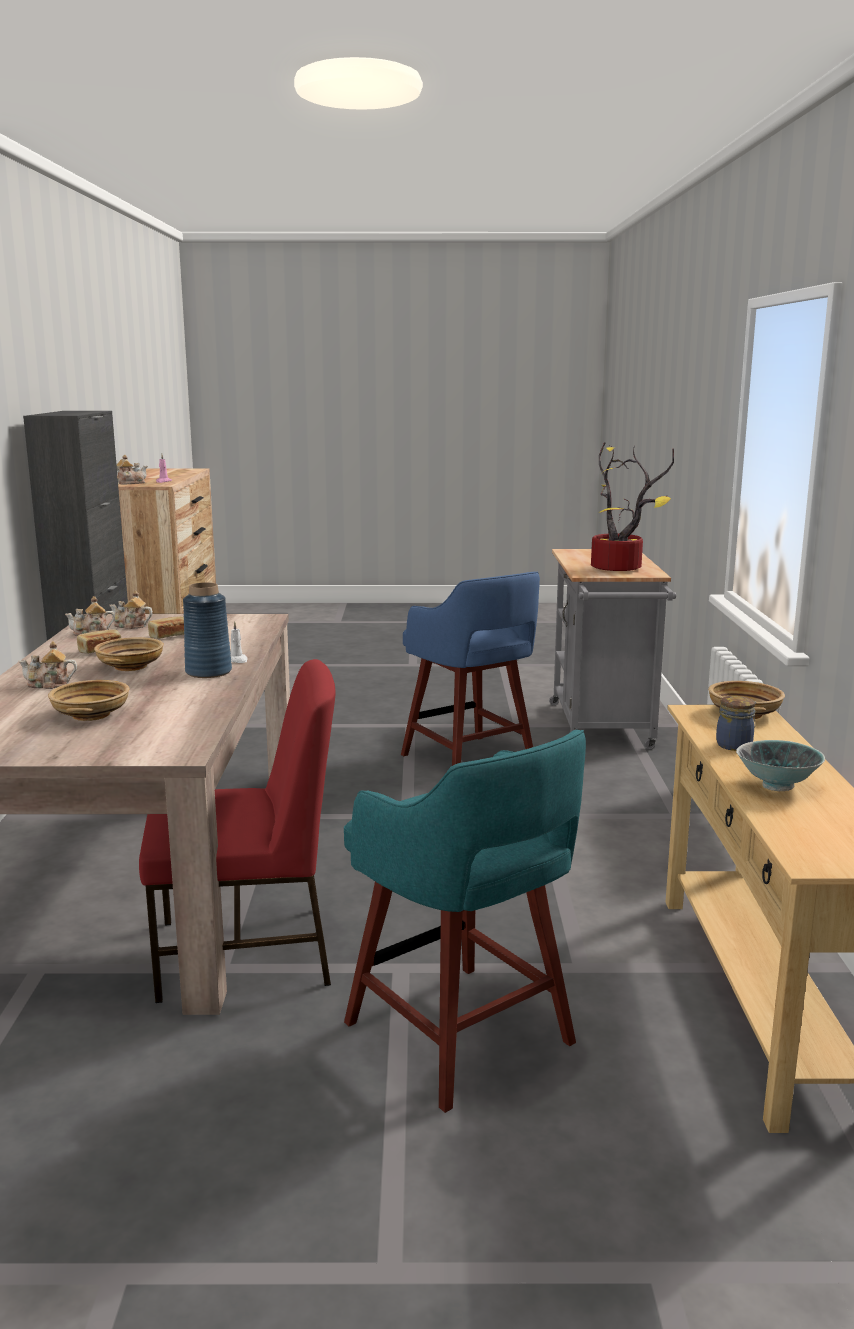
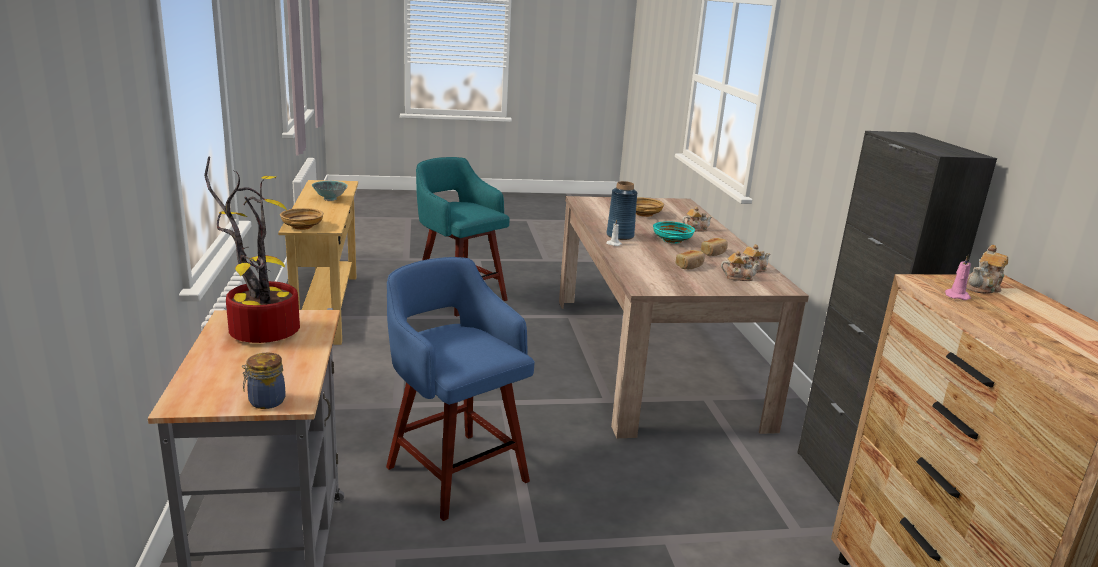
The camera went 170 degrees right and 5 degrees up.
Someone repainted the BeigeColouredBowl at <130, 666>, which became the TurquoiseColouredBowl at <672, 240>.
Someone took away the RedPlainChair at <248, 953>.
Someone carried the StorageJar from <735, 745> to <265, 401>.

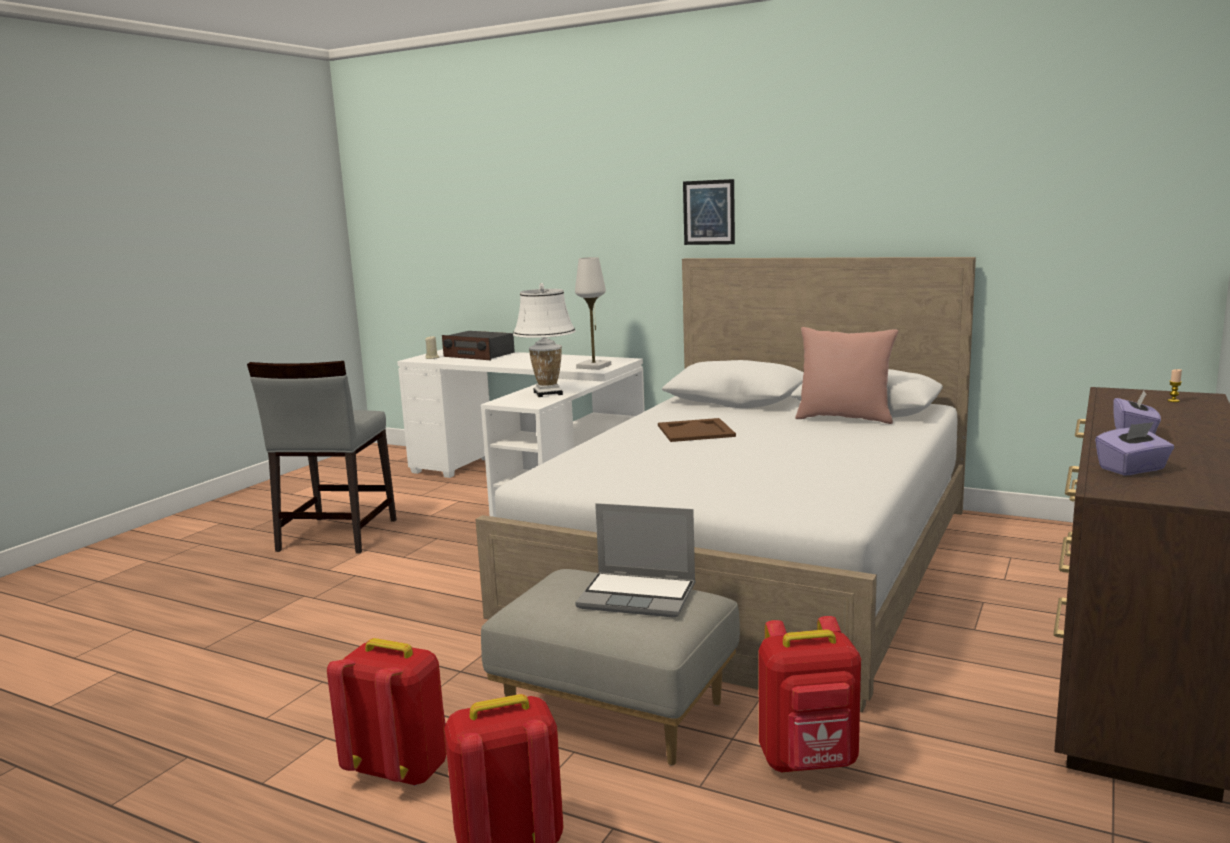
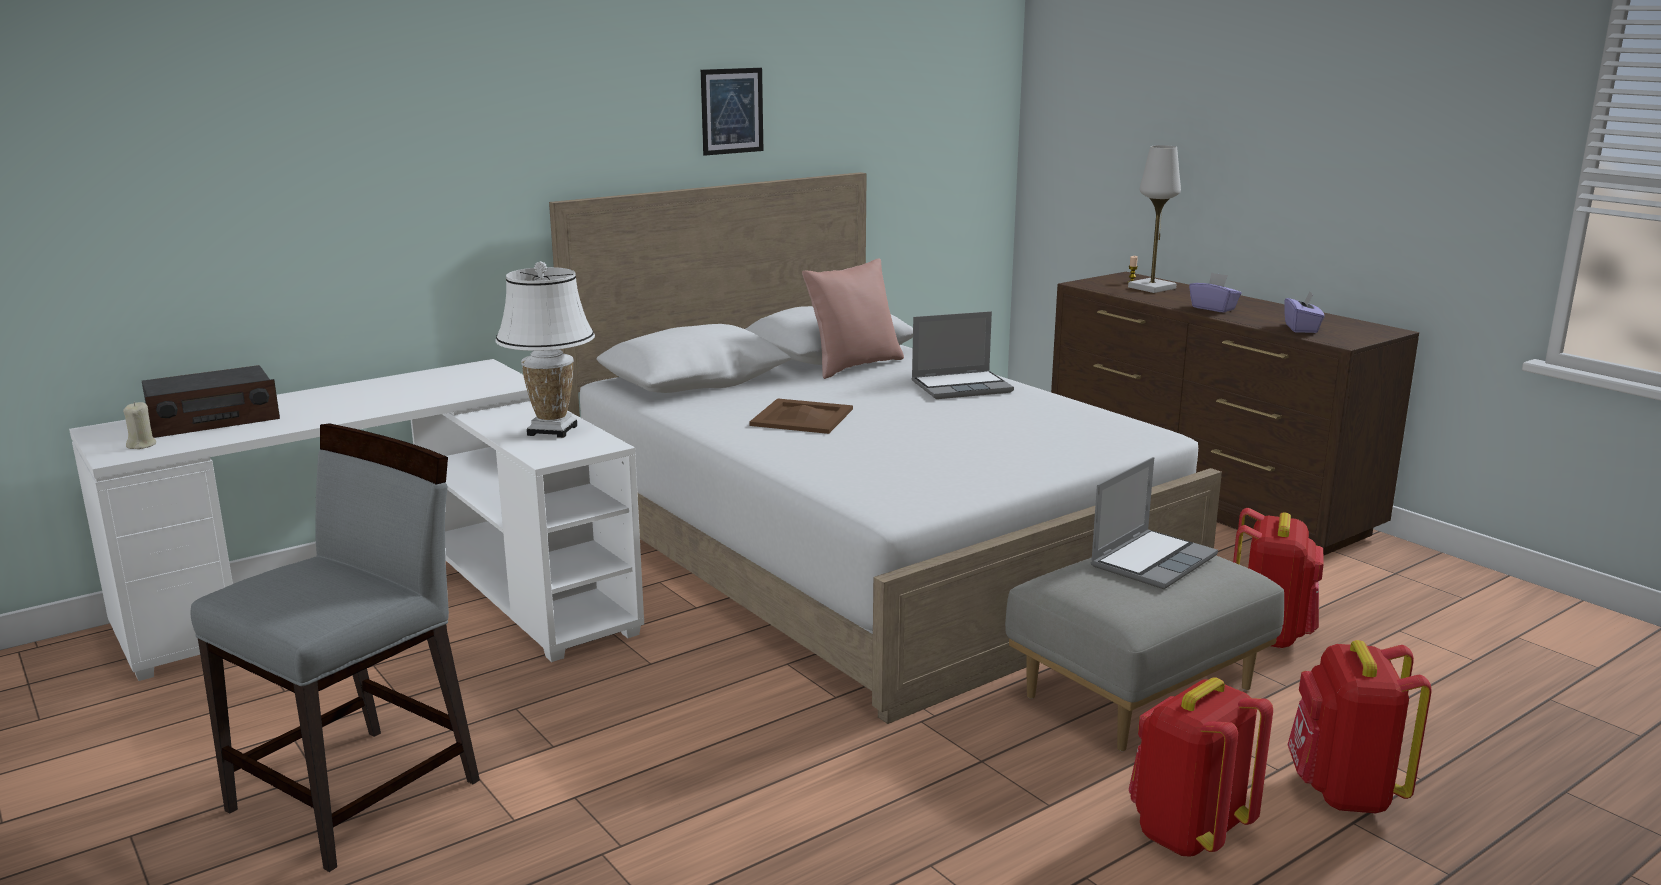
The camera went 65 degrees left and 5 degrees up.
Someone carried the WallPicture from <709, 212> to <732, 111>.
Someone carried the WhiteLampForATable from <594, 366> to <1151, 288>.
Someone rotated the GrayPlainChair at <336, 535> by 90 degrees counterclockwise.
Someone put down the Laptop at <962, 387>.

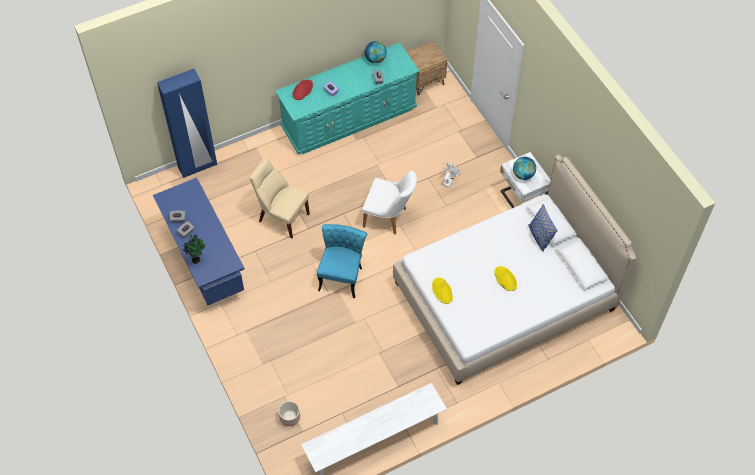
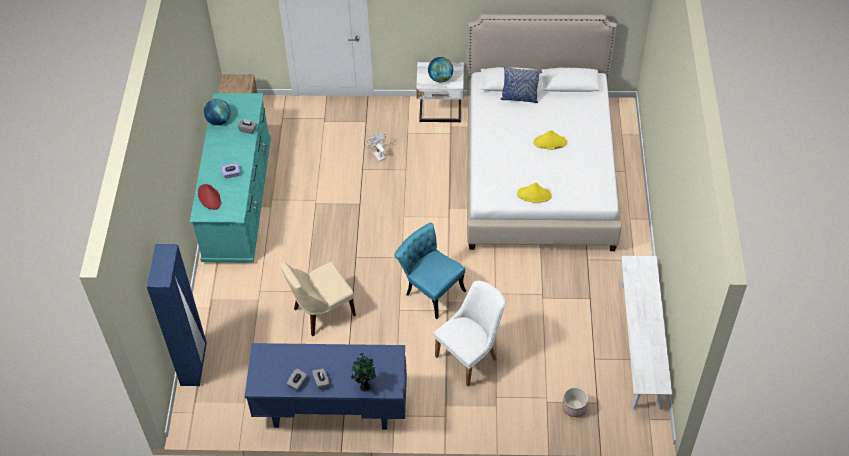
The camera went 60 degrees left and 5 degrees down.
Someone carried the WhitePlainChair from <389, 218> to <471, 355>.

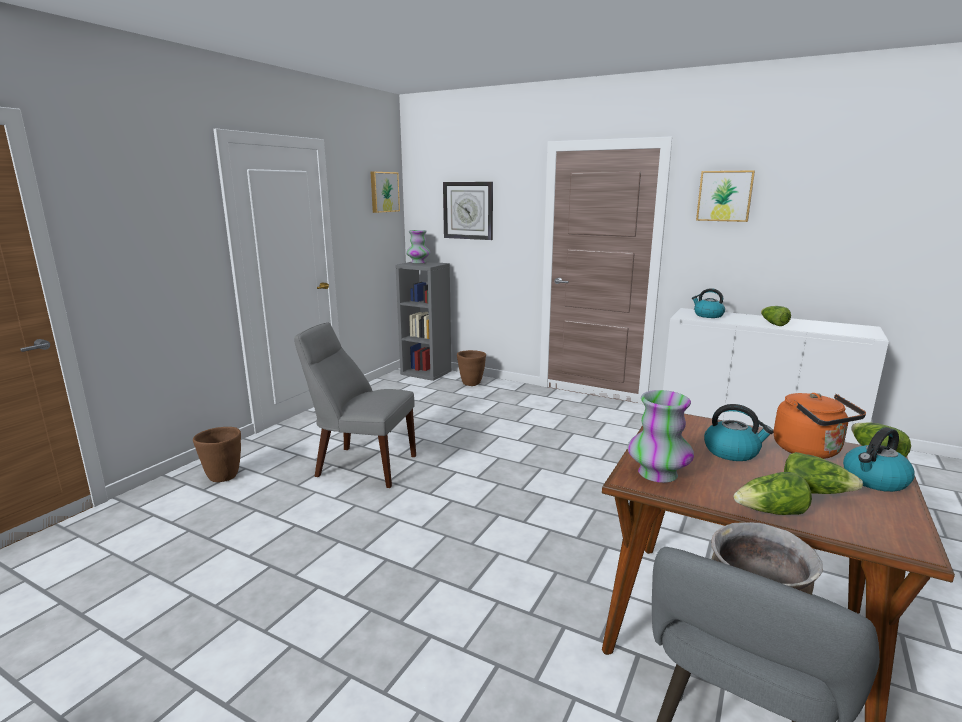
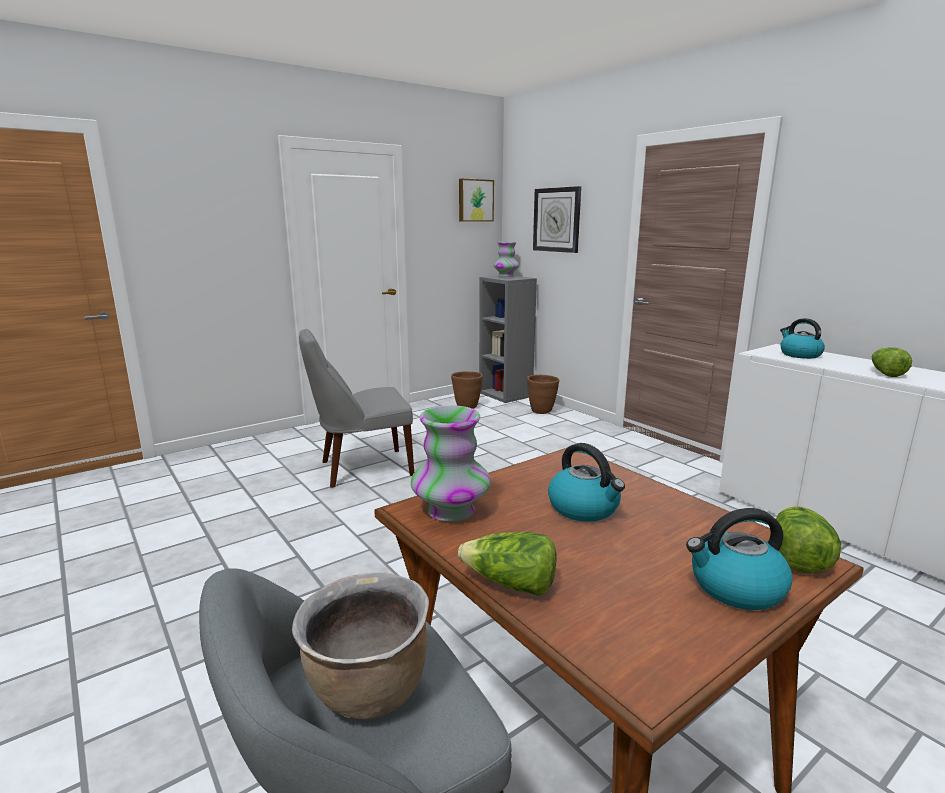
The camera went 25 degrees right and 0 degrees up.
Someone took away the WallPicture at <725, 196>.
Someone rotated the GrayPlainChair at <362, 465> by 60 degrees counterclockwise.
Someone took away the OrangeyTeaKettle at <810, 451>.
Someone carried the BrownPlanter from <223, 476> to <467, 407>.
Someone took away the Lettuce at <814, 492>.

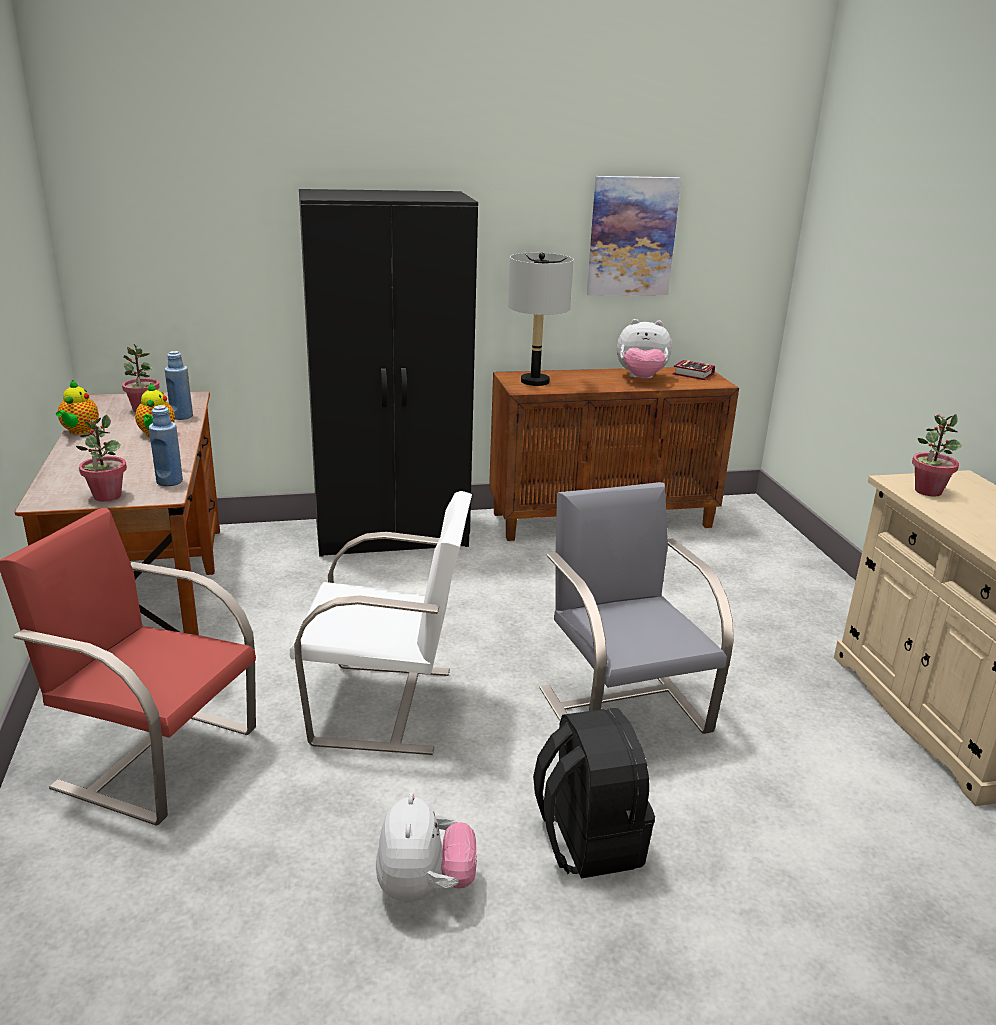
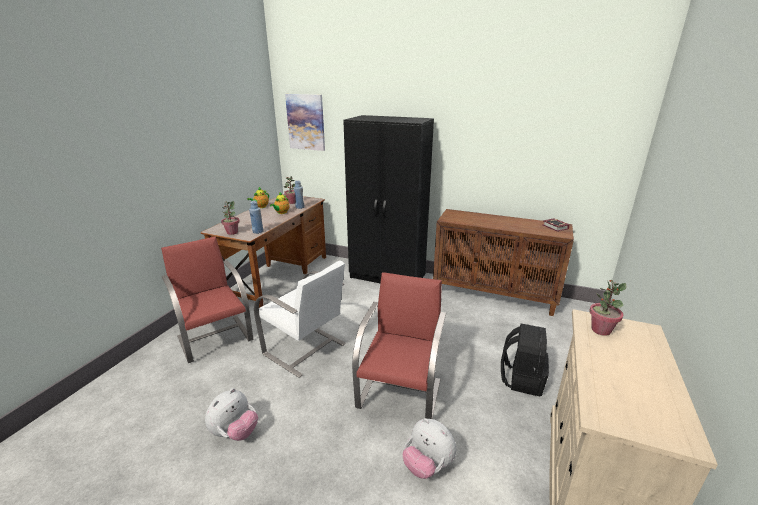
The camera went 35 degrees right and 0 degrees up.
Someone carried the WallPicture from <631, 236> to <306, 122>.
Someone took away the GrayLampForATable at <535, 382>.
Someone carried the SoftToy from <641, 379> to <427, 465>.
Someone repainted the GrayPlainChair at <623, 708>, which became the RedPlainChair at <400, 392>.
Someone carried the BlackishRucksack from <587, 840> to <521, 379>.

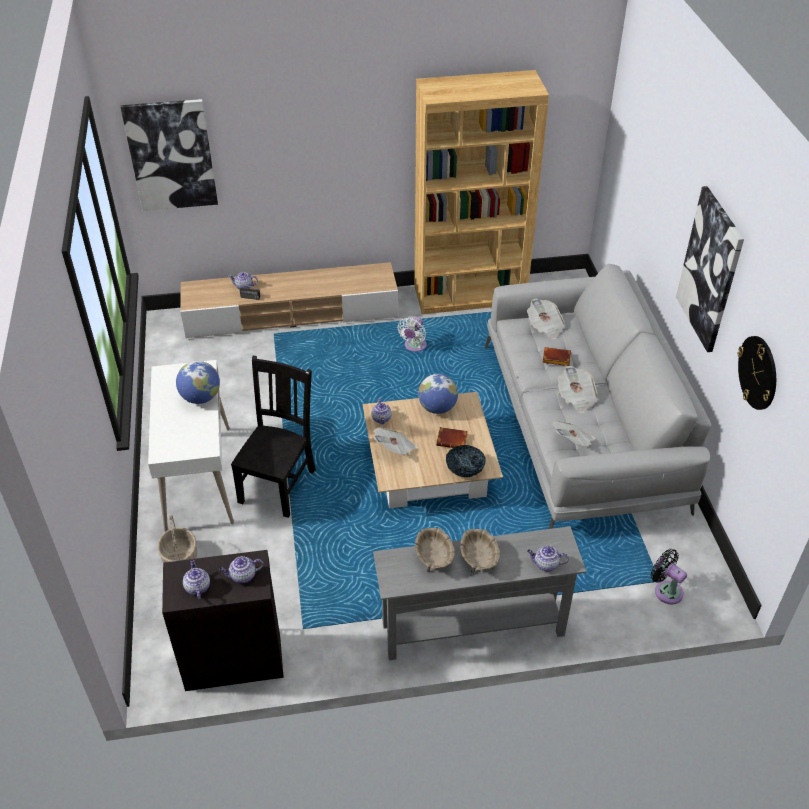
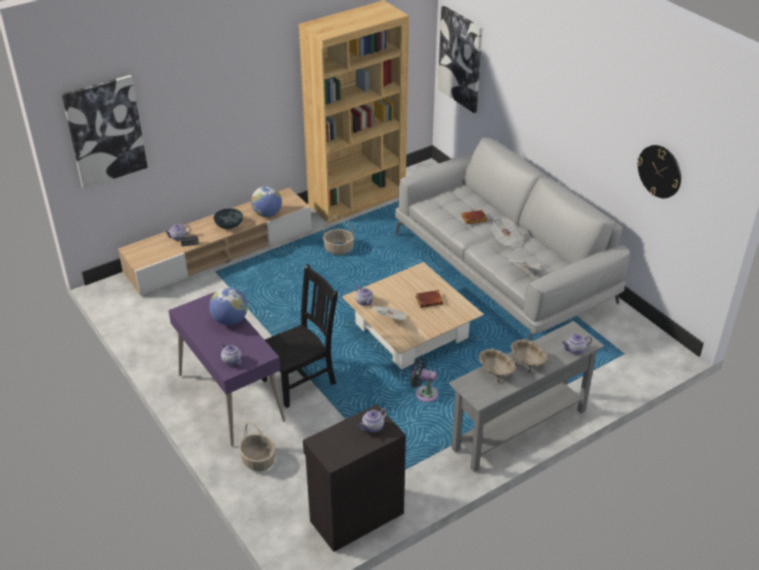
The camera went 25 degrees left and 5 degrees down.
Someone carried the WallPicture from <710, 270> to <460, 59>.
Someone took away the Newspaper at <545, 327>.
Someone swapped the WhiteElectricFan at <414, 346> for the StorageBasket at <339, 249>.
Someone rotated the BlackishPlainChair at <279, 484> by 60 degrees clockwise.
Someone repainted the WhiteDeskTable at <198, 478>, which became the PurpleDeskTable at <230, 398>.
Someone carried the DeskGlobe from <437, 408> to <267, 214>.
Someone carried the Bowl from <465, 468> to <229, 225>.
Someone carried the BlackishElectricFan from <666, 590> to <424, 393>.
Someone carried the TeaPot from <197, 587> to <231, 360>.

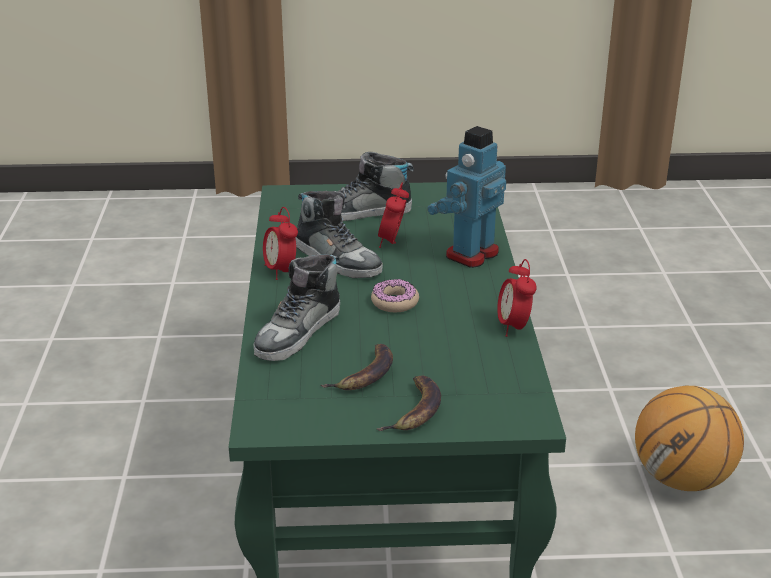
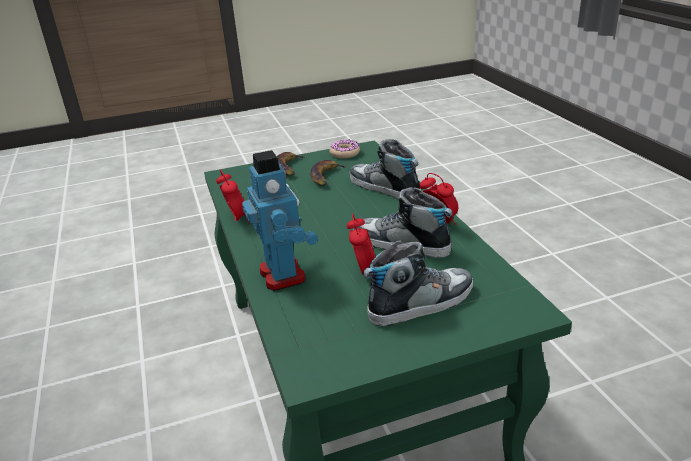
The camera went 165 degrees right and 0 degrees up.
Someone rotated the ToyRobot at <471, 254> by 45 degrees counterclockwise.
Someone rotated the ItemOfFootwear at <299, 333> by 60 degrees counterclockwise.
Someone carried the Doughnut from <395, 302> to <344, 153>.
Someone took away the Basketball at <682, 479>.

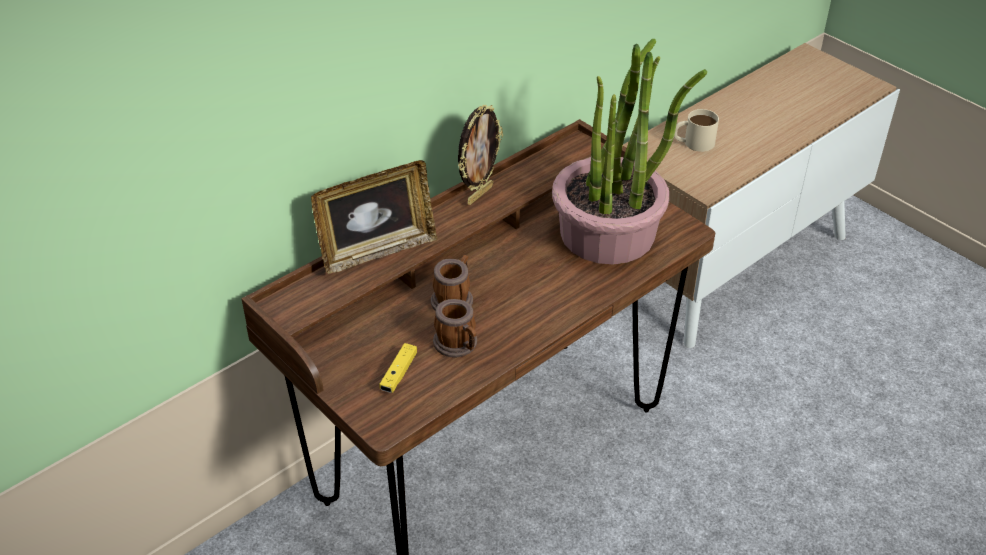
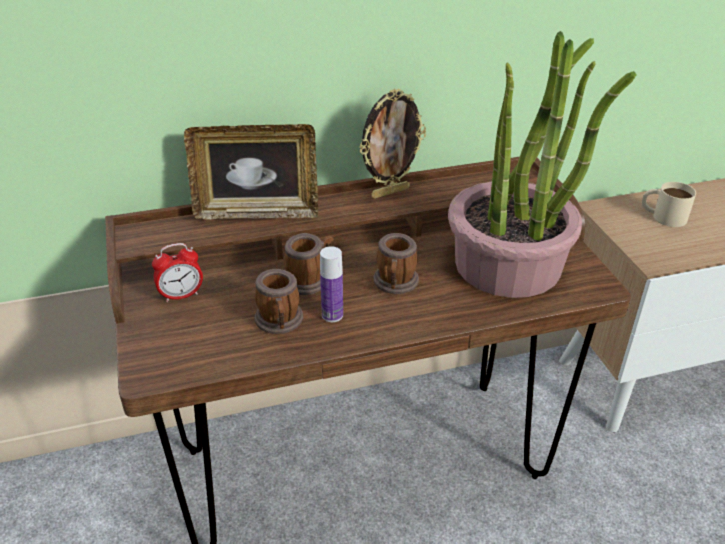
The camera went 25 degrees right and 5 degrees down.
Someone took away the YellowGameController at <399, 373>.
Someone put down the Mug at <395, 284>.
Someone put down the BedsideClock at <181, 295>.
Someone put down the Bottle at <332, 315>.

